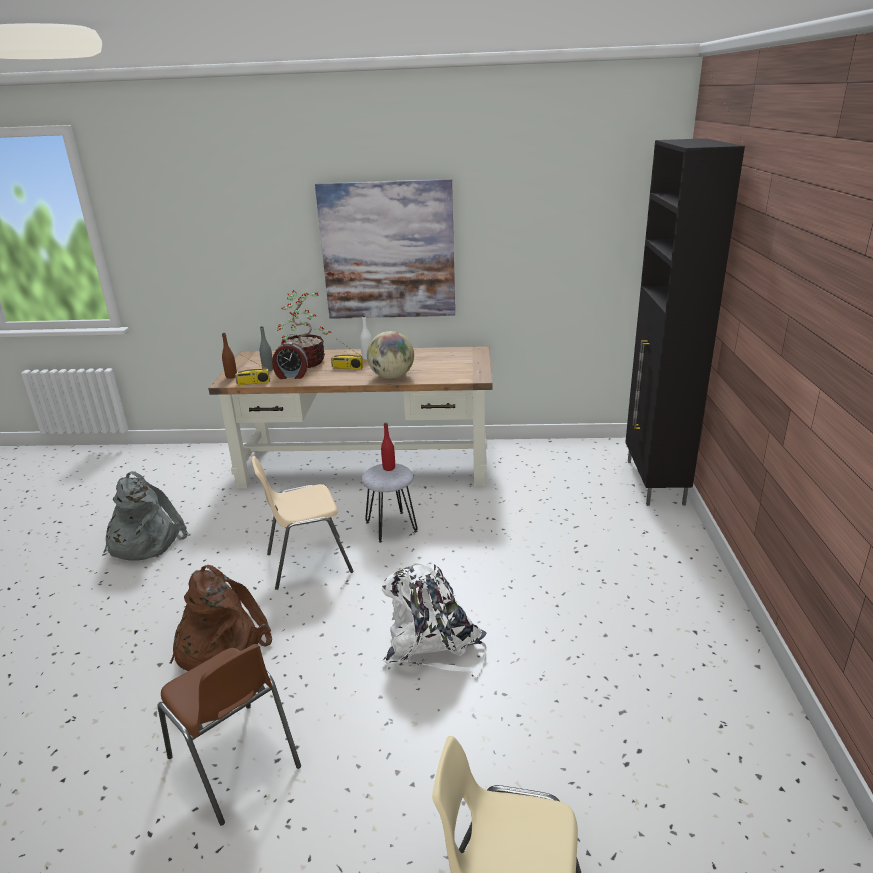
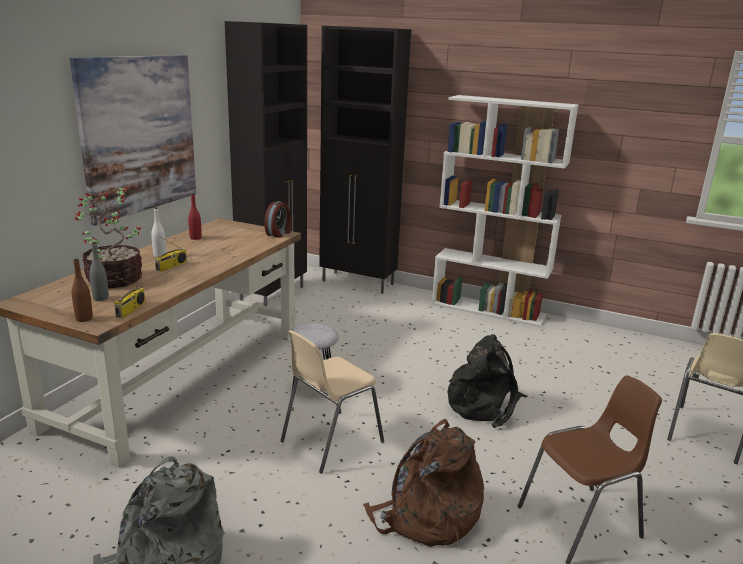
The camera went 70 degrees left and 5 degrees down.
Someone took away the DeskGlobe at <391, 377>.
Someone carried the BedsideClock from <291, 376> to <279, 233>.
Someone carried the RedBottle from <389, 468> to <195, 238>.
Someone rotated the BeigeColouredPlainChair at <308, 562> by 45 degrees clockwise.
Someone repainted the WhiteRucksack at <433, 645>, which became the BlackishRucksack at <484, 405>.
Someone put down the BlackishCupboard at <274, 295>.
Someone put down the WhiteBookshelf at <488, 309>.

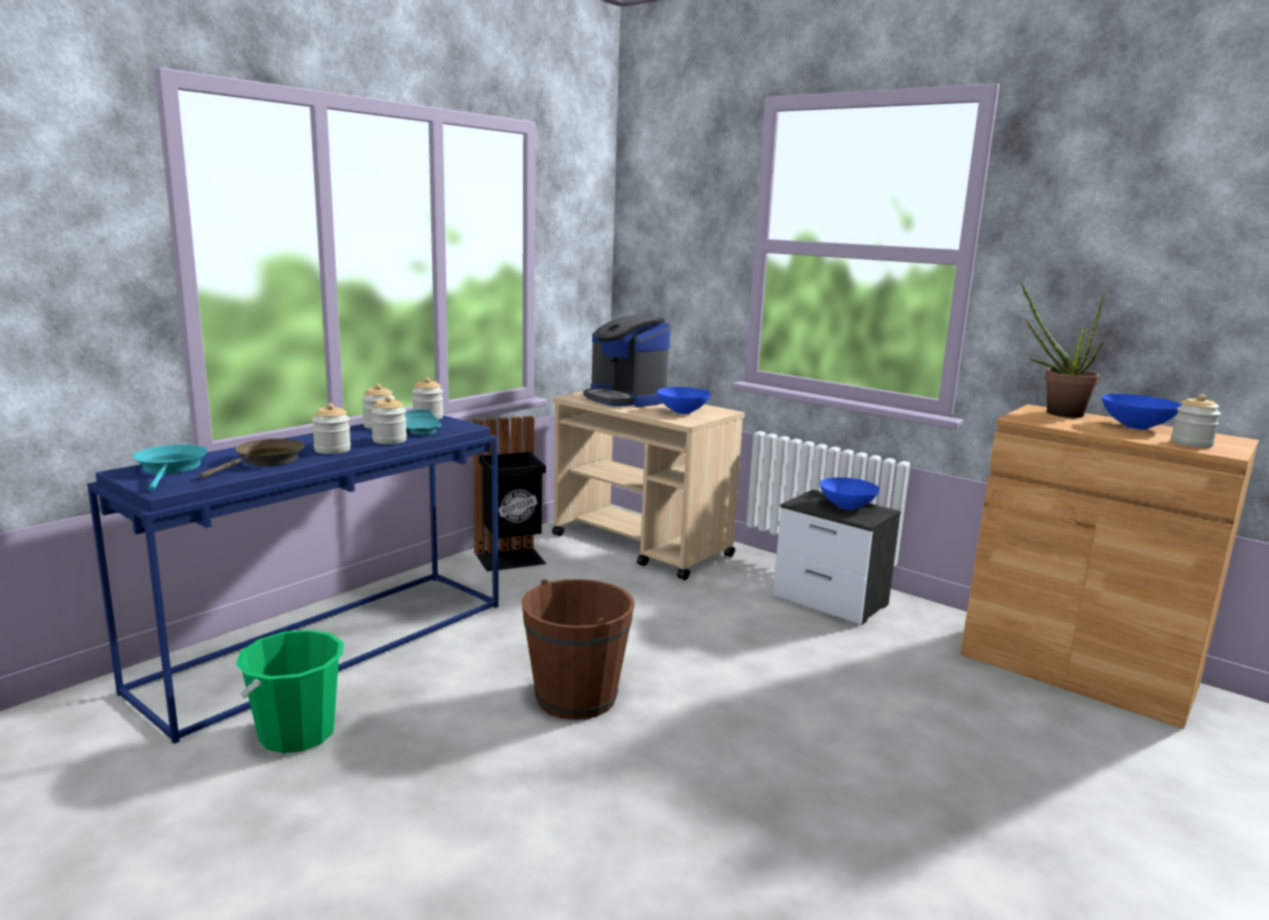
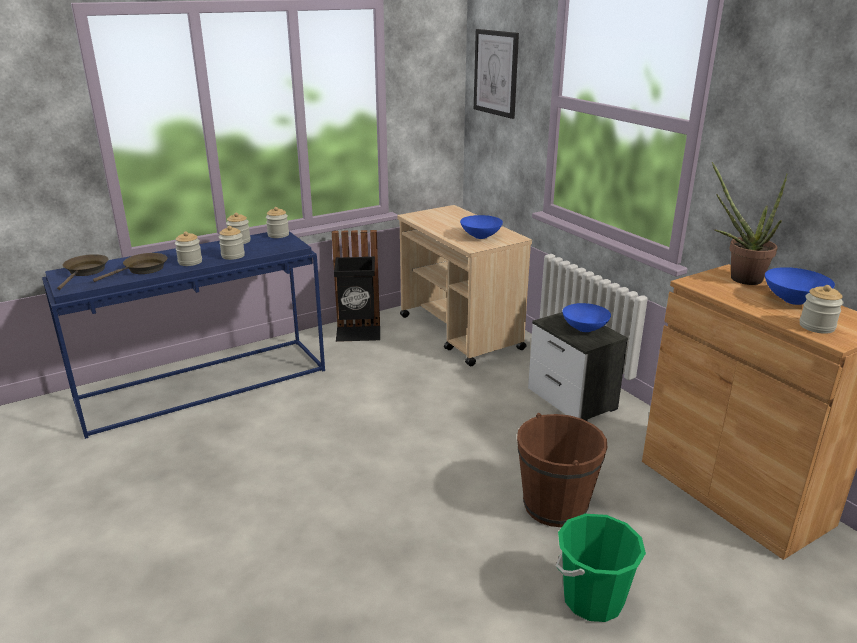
The camera went 20 degrees right and 10 degrees up.
Someone took away the CoffeeMachine at <626, 399>.
Someone took away the TurquoiseColouredFlatDish at <421, 431>.
Someone repainted the TurquoiseColouredSkillet at <171, 469>, which became the BrownSkillet at <85, 272>.
Someone carried the BrownWaterBucket from <576, 697> to <555, 505>.
Someone carried the GreenWaterBucket from <297, 734> to <592, 599>.
Someone put up the WallPicture at <496, 73>.

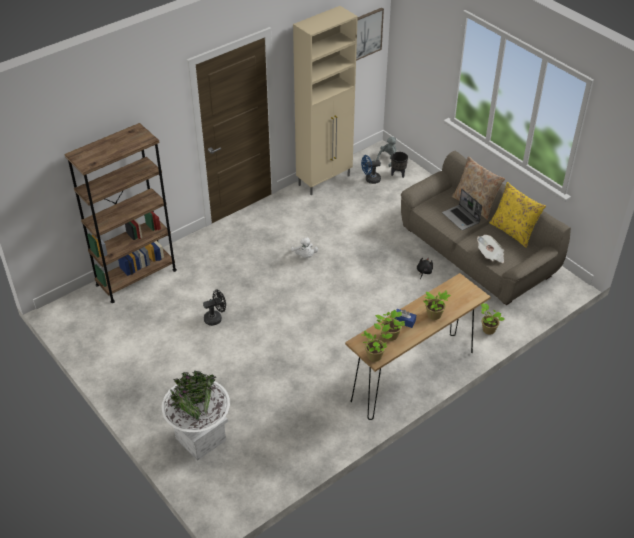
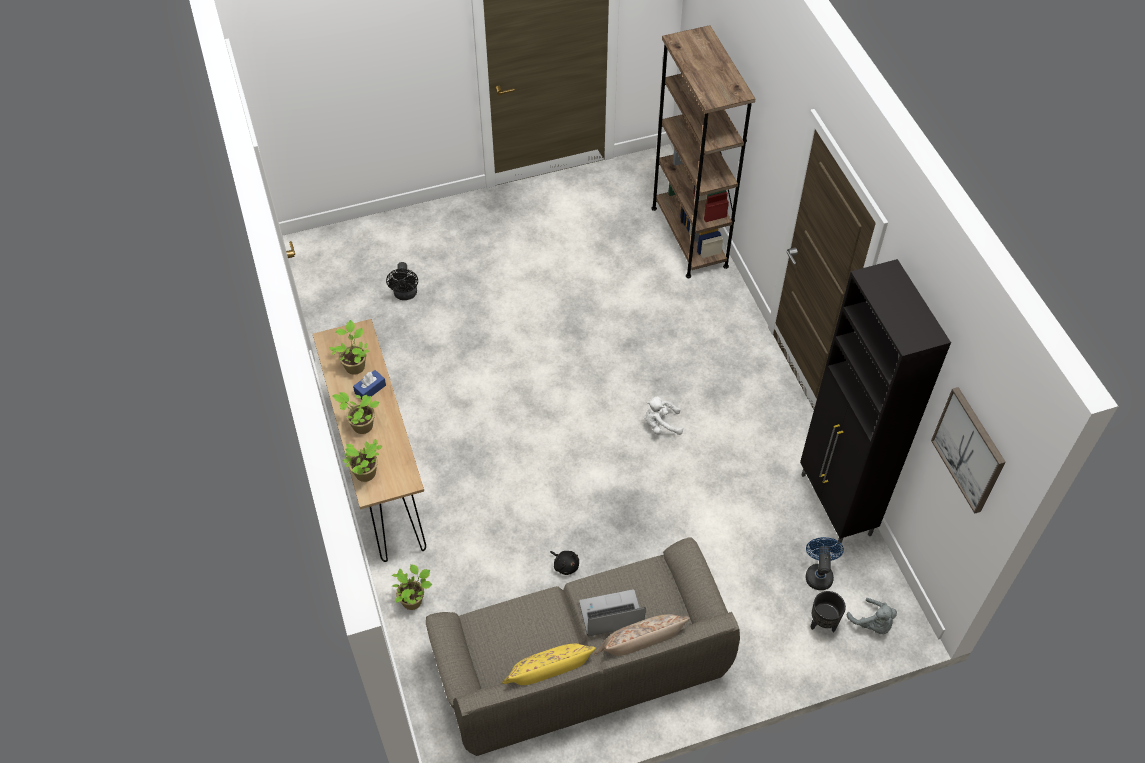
The camera went 110 degrees right and 10 degrees up.
Someone repainted the BeigeColouredCupboard at <325, 180>, which became the BlackishCupboard at <835, 506>.
Someone took away the Newspaper at <490, 255>.
Someone carried the BlackishElectricFan from <215, 318> to <405, 295>.
Someone carried the Houseplant from <375, 355> to <366, 474>.
Someone took away the WhitePlanter at <200, 439>.

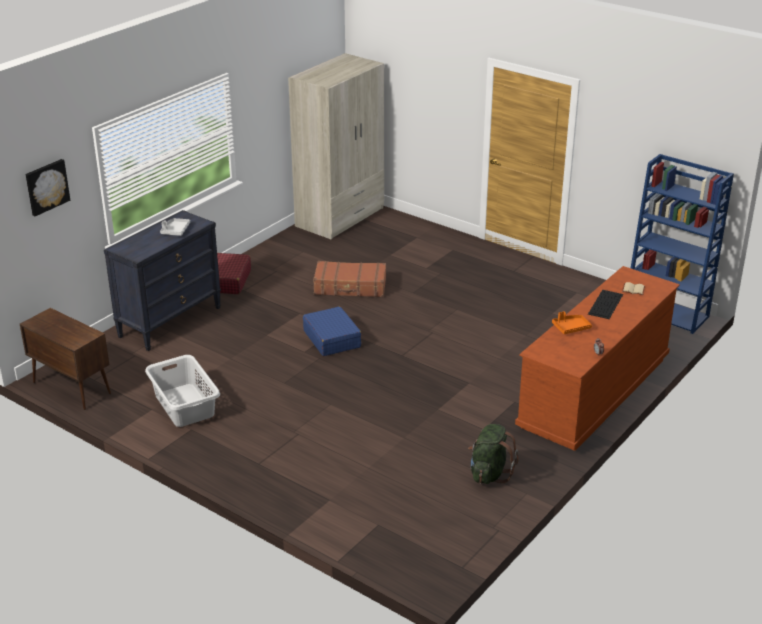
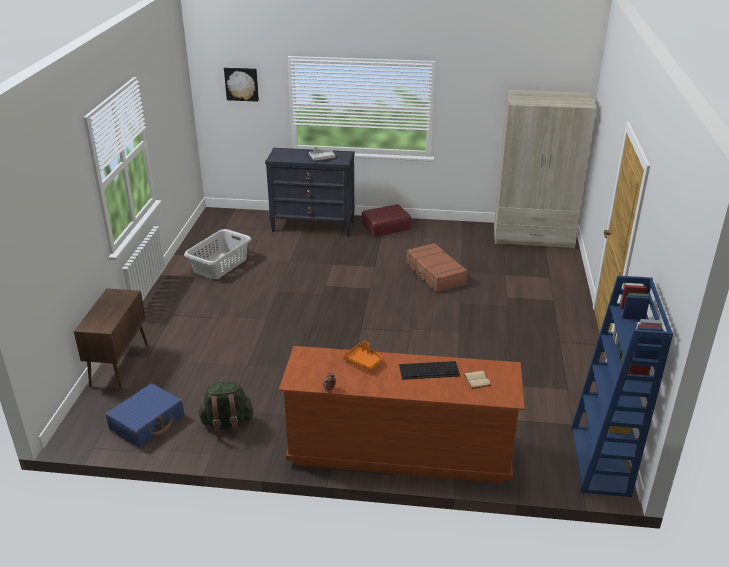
The camera went 60 degrees right and 0 degrees up.
Someone carried the BlueTravelCase from <332, 339> to <147, 422>.
Someone carried the BrownCupboard from <71, 388> to <120, 364>.

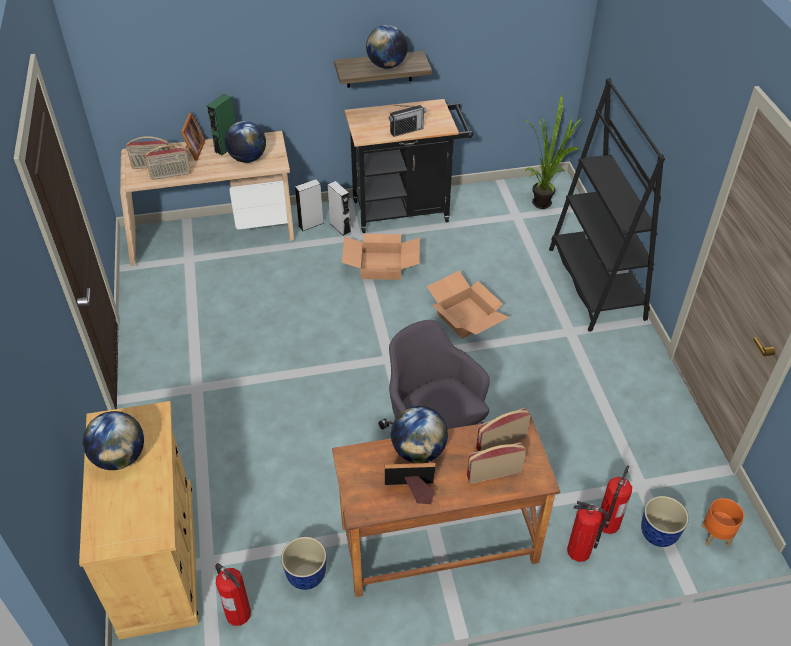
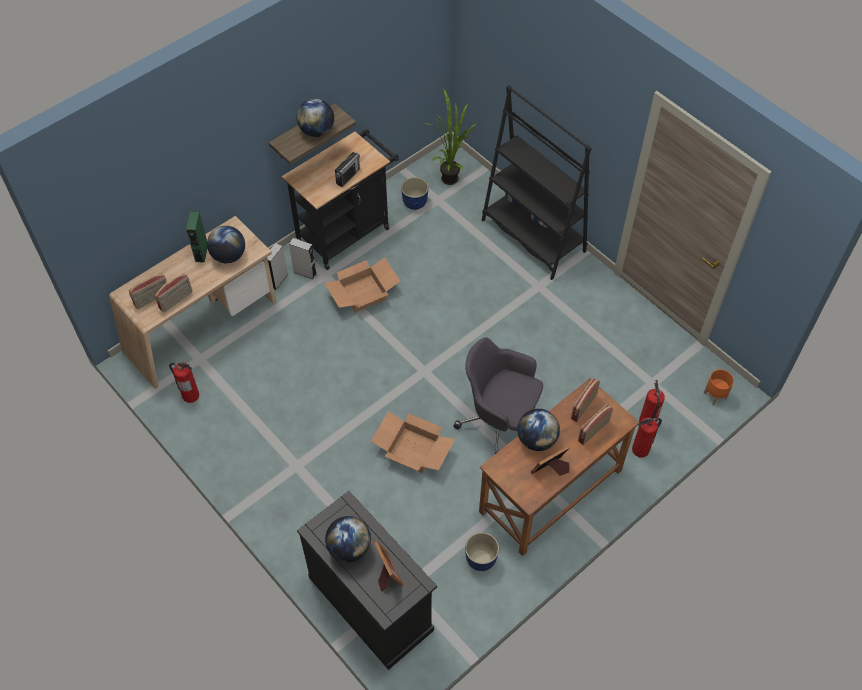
The camera went 30 degrees left and 10 degrees up.
Someone carried the PhotoFrame from <192, 151> to <386, 573>.
Someone carried the CardboardBox from <464, 317> to <412, 450>.
Someone repainted the BeigeColouredCupboard at <158, 558>, which became the BlackishCupboard at <371, 603>.
Someone carried the Planter from <659, 534> to <415, 203>.
Someone carried the Extinguisher from <238, 613> to <190, 395>.

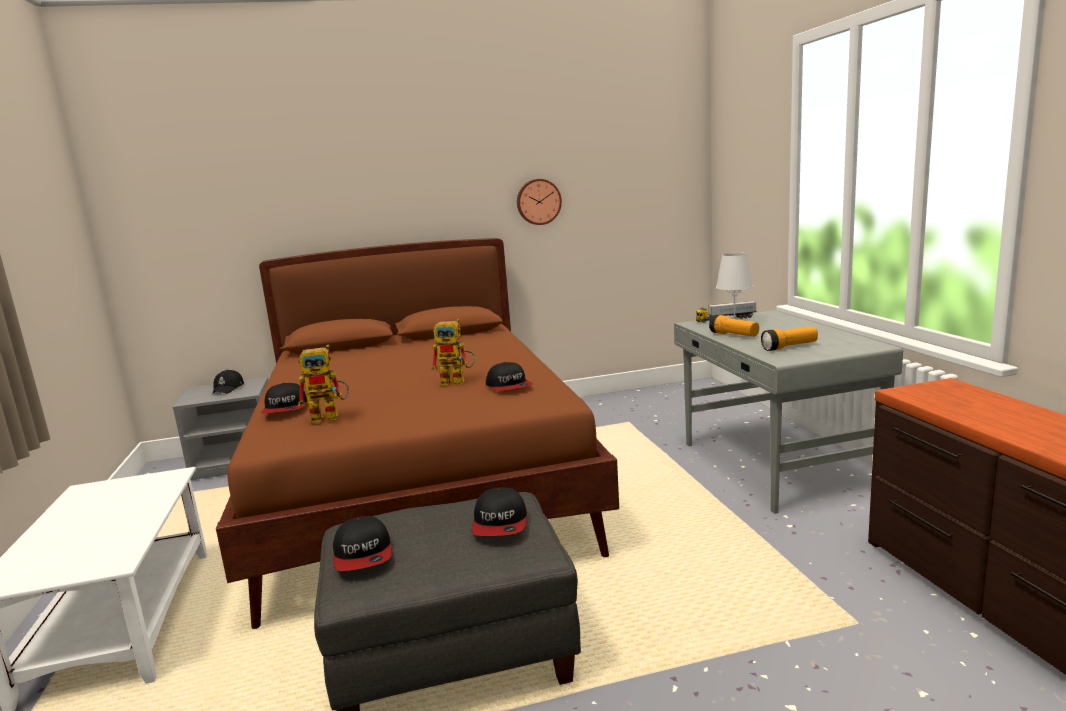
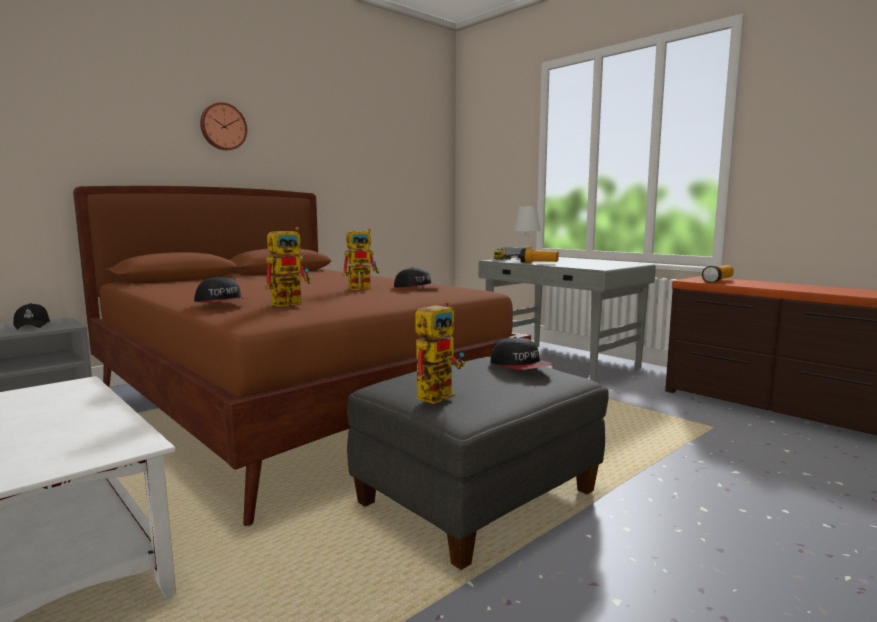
The camera went 30 degrees left and 5 degrees down.
Someone carried the HangingClock from <538, 202> to <223, 127>.
Someone carried the Flashlight from <789, 347> to <718, 281>.
Someone swapped the BaseballCap at <363, 554> for the ToyRobot at <438, 394>.

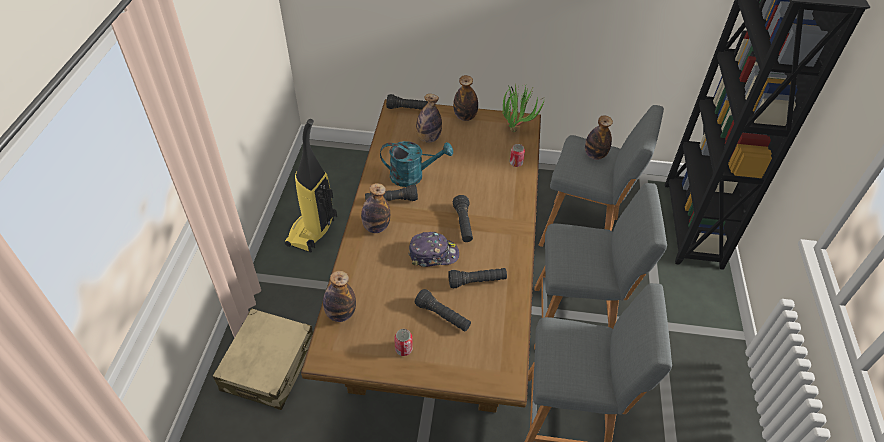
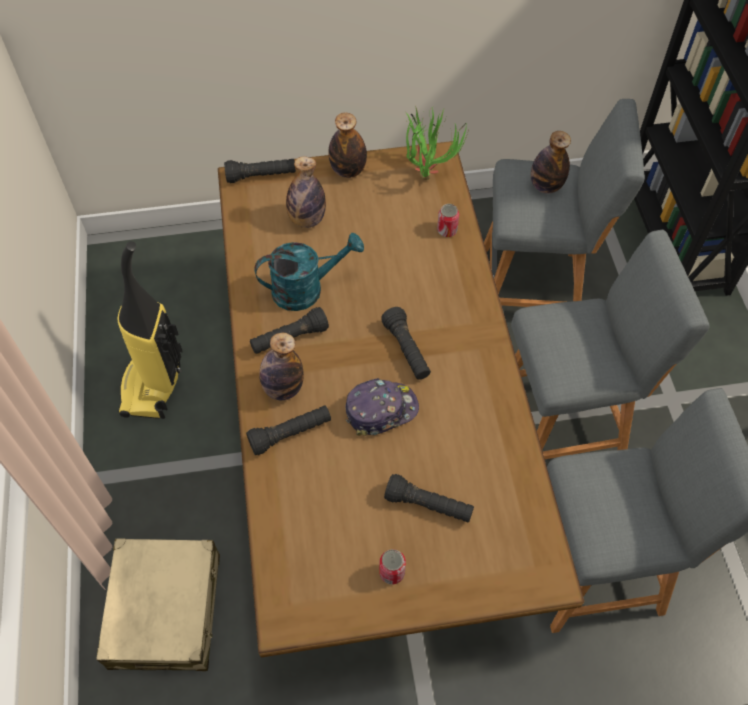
The camera went 15 degrees left and 10 degrees up.
Someone carried the BlackishFlashlight from <477, 282> to <290, 434>.
Someone took away the Bottle at <341, 314>.

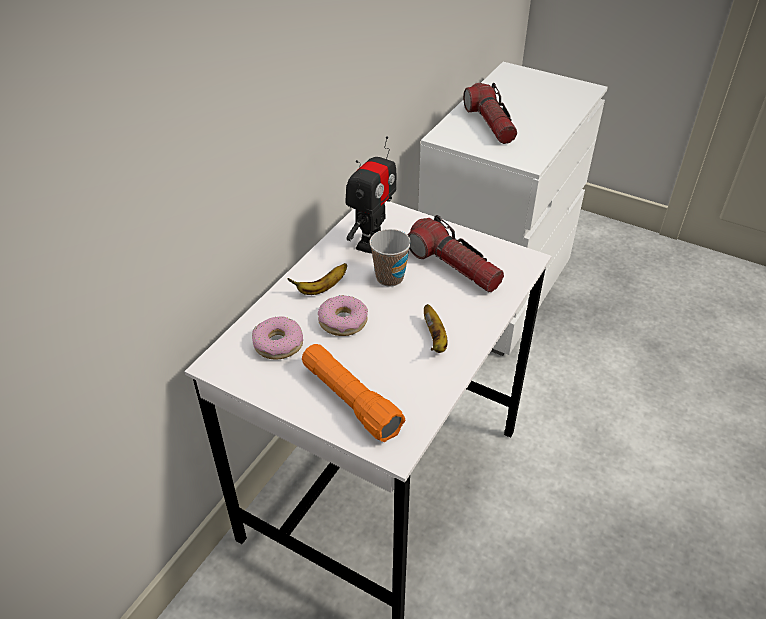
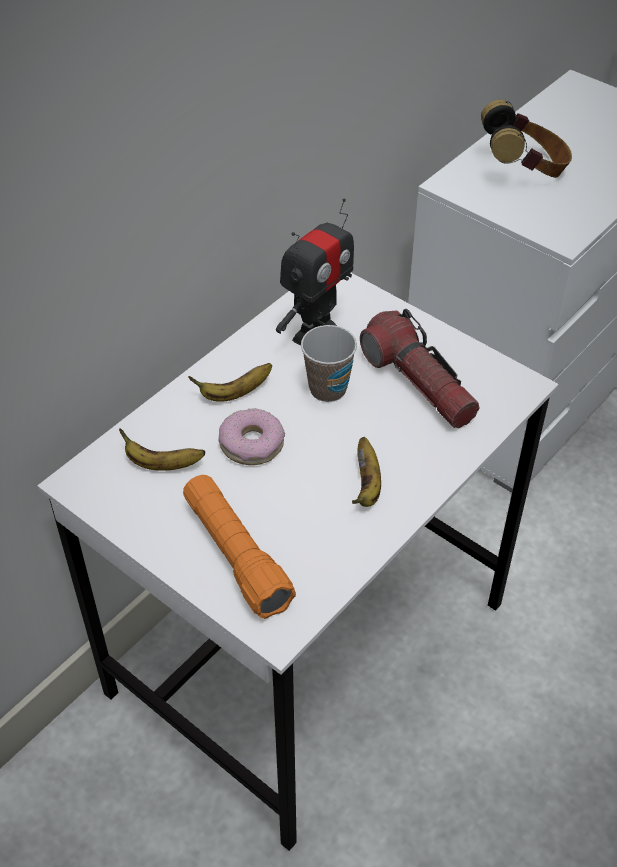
The camera went 10 degrees right and 5 degrees up.
Someone swapped the Flashlight at <490, 123> for the Headphones at <524, 170>.
Someone swapped the Doughnut at <278, 344> for the BananaFruit at <162, 464>.

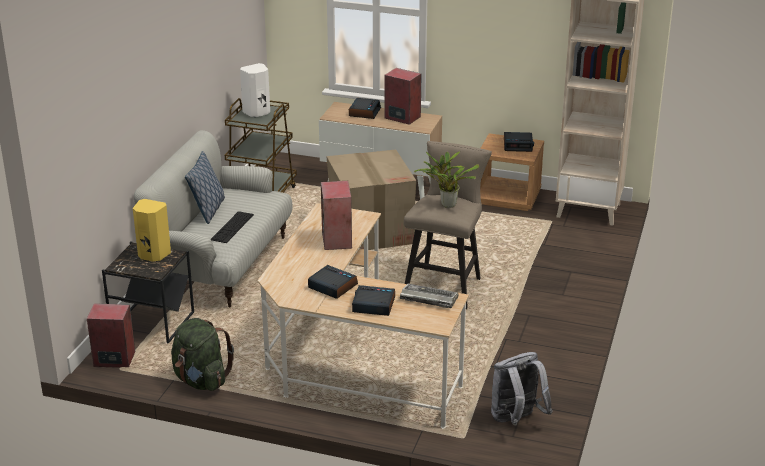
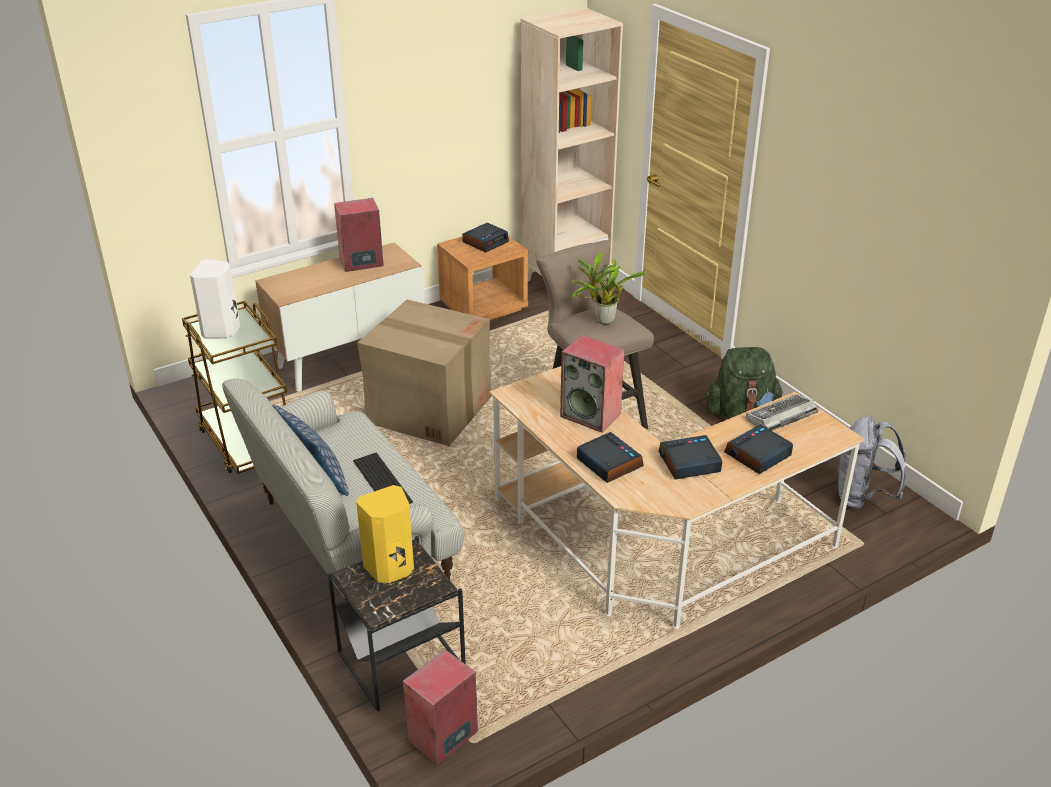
The camera went 50 degrees left and 5 degrees up.
Someone carried the BedsideClock from <364, 112> to <608, 463>.
Someone carried the GreenRucksack from <201, 380> to <741, 412>.

